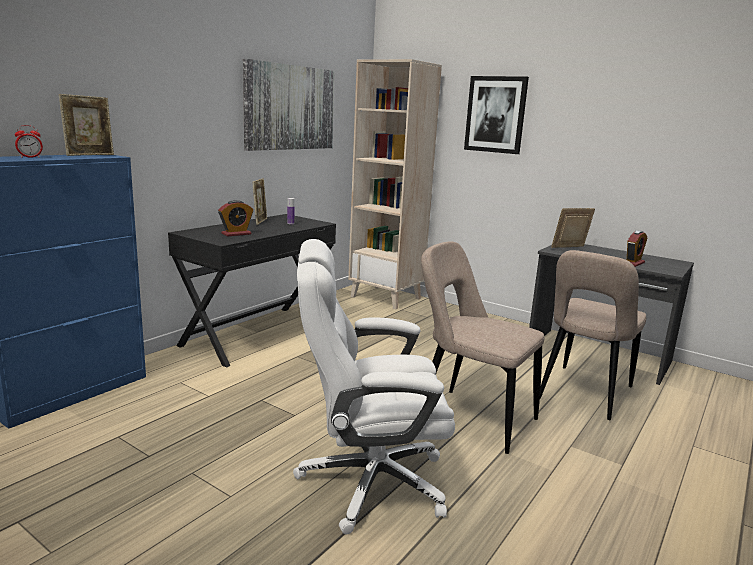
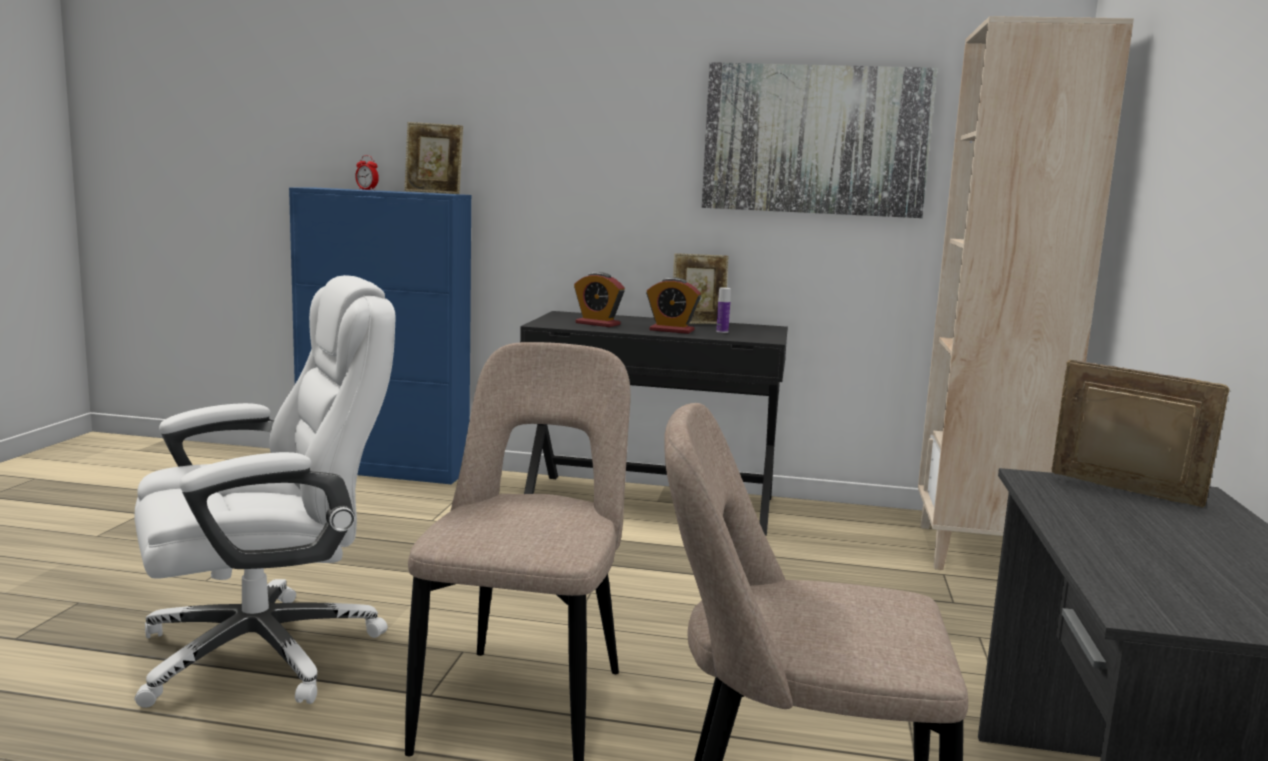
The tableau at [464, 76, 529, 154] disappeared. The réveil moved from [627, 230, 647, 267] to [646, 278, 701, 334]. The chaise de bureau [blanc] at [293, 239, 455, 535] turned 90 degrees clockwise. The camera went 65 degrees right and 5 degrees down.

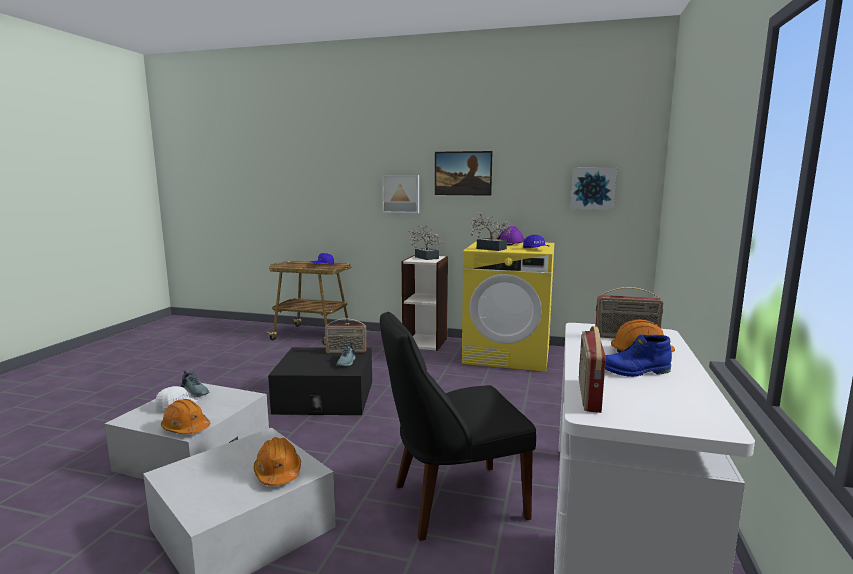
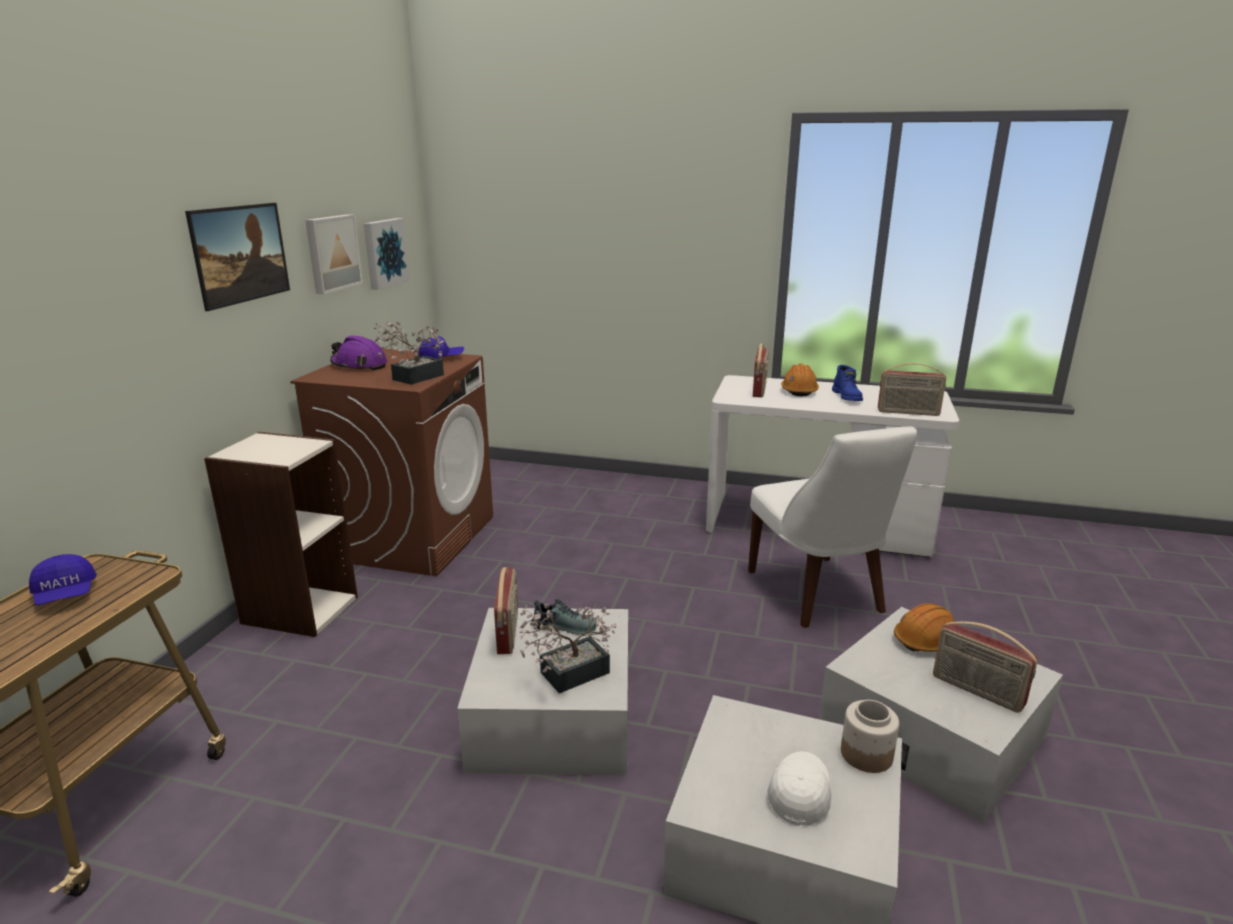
The tableau moved from [382, 175, 419, 213] to [305, 214, 363, 294]. The plante en pot moved from [408, 225, 444, 260] to [519, 603, 616, 693]. The lave-linge [jaune] at [462, 241, 554, 372] became the lave-linge [marron] at [290, 349, 493, 576]. The chaise [noir] at [380, 312, 536, 541] became the chaise [blanc] at [748, 426, 917, 628]. The boîte de rangement [noir] at [268, 347, 372, 415] became the boîte de rangement [blanc] at [457, 608, 628, 775]. The chaussure at [181, 371, 209, 397] disappeared. The casque de chantier [orange] at [161, 399, 210, 434] was replaced by the bocal at [841, 700, 899, 773]. The radio at [933, 621, 1038, 713] appeared. The camera went 90 degrees left and 10 degrees up.

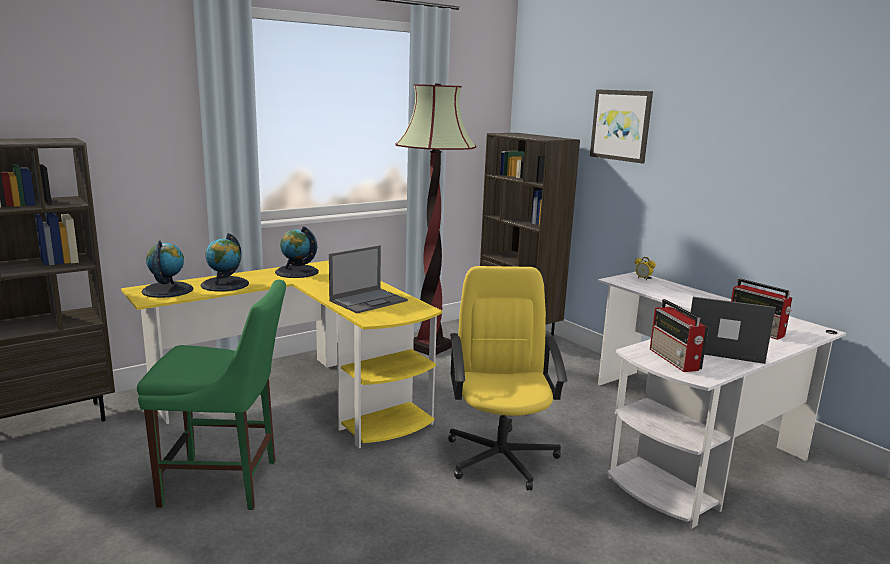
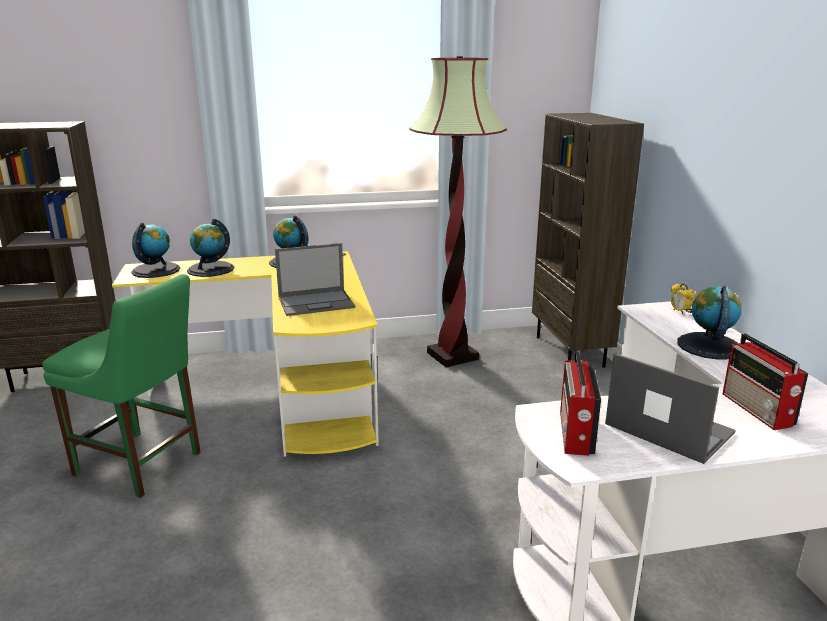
The tableau at [590, 89, 653, 164] disappeared. The chaise de bureau [jaune] at [448, 266, 567, 490] disappeared. The globe at [677, 286, 741, 360] appeared. The camera went 25 degrees right and 5 degrees up.

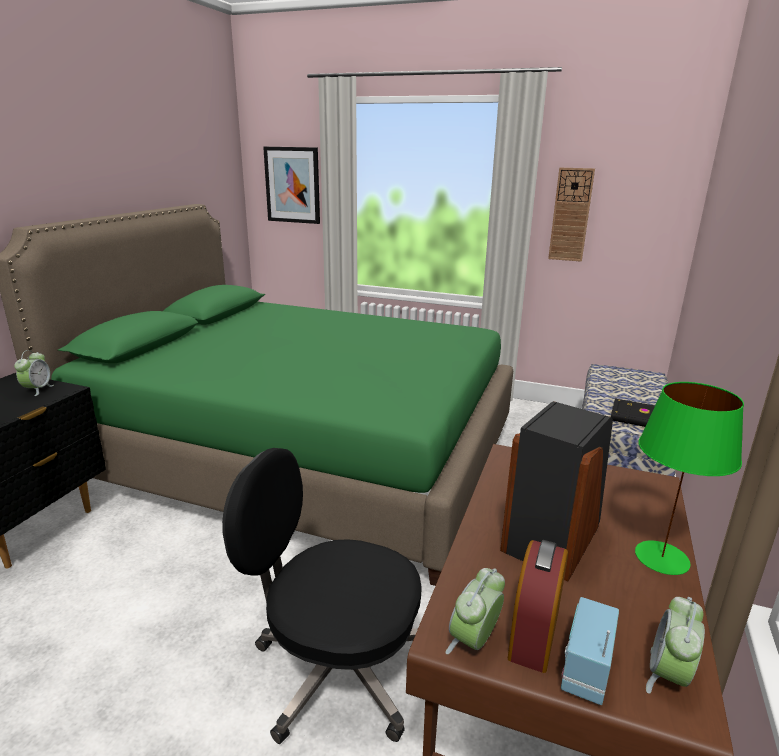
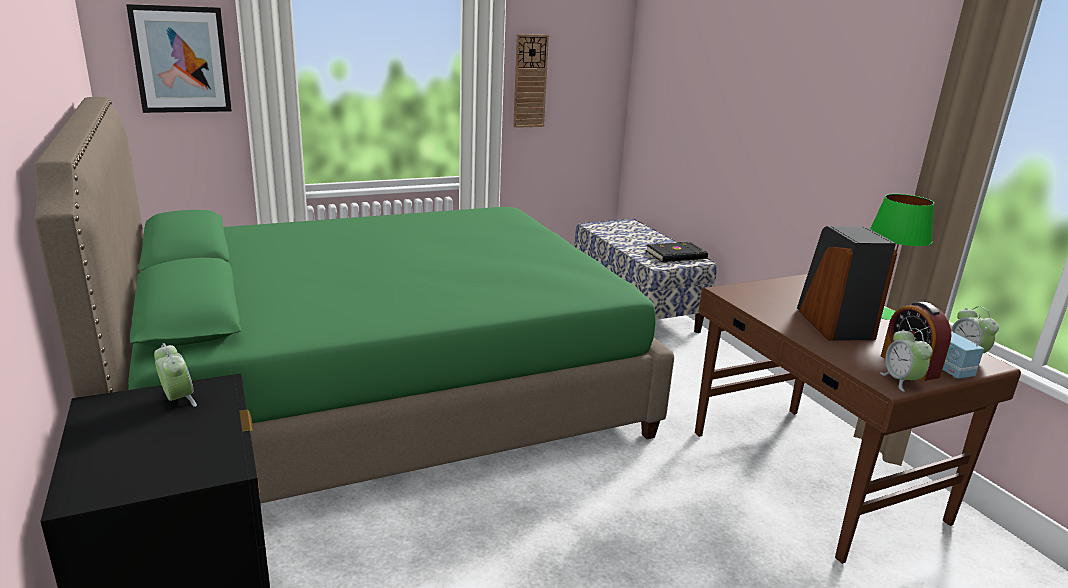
The chaise de bureau [noir] at [222, 448, 422, 744] disappeared. The camera went 45 degrees left and 0 degrees up.

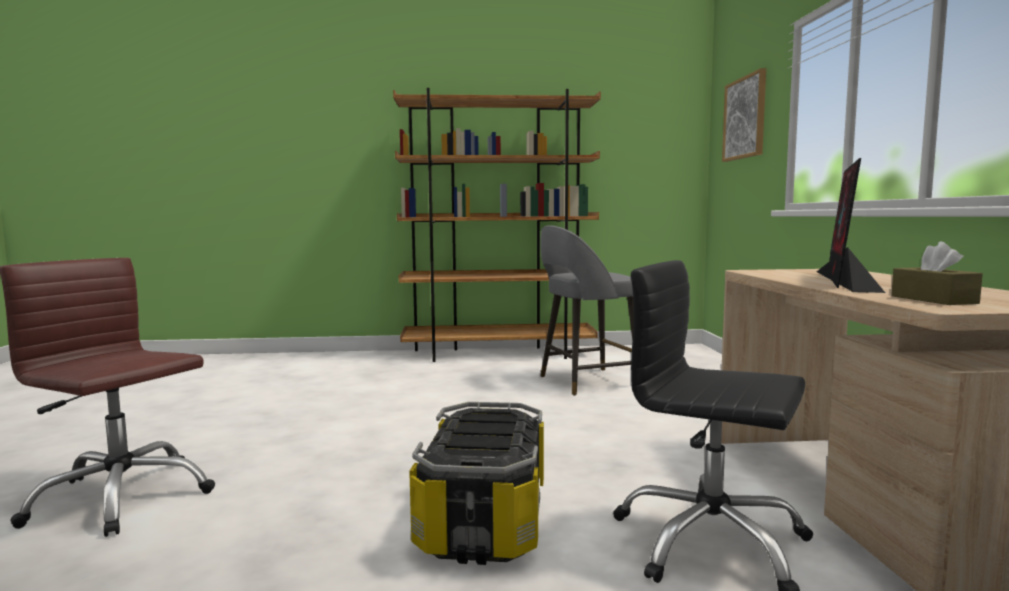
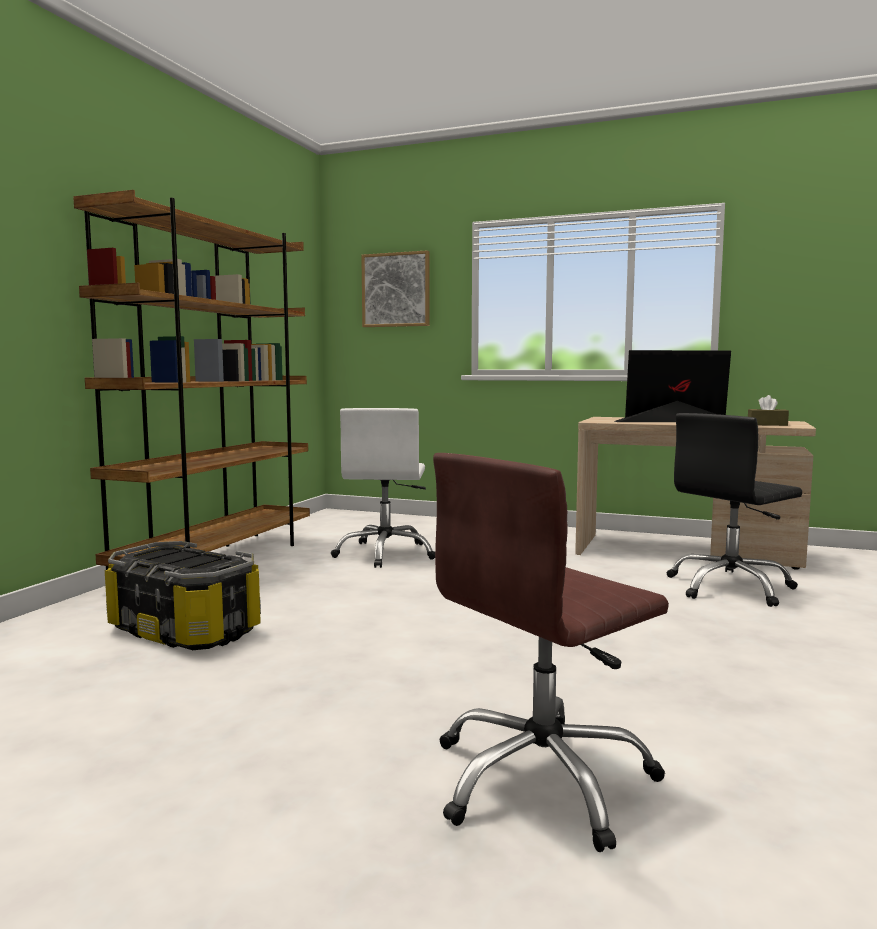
The écran d'ordinateur at [817, 158, 885, 293] turned 135 degrees clockwise. The tabouret [gris] at [540, 225, 634, 396] was replaced by the chaise de bureau [blanc] at [331, 408, 435, 568]. The boîte de rangement moved from [409, 402, 544, 565] to [105, 541, 261, 650]. The camera went 65 degrees left and 0 degrees up.

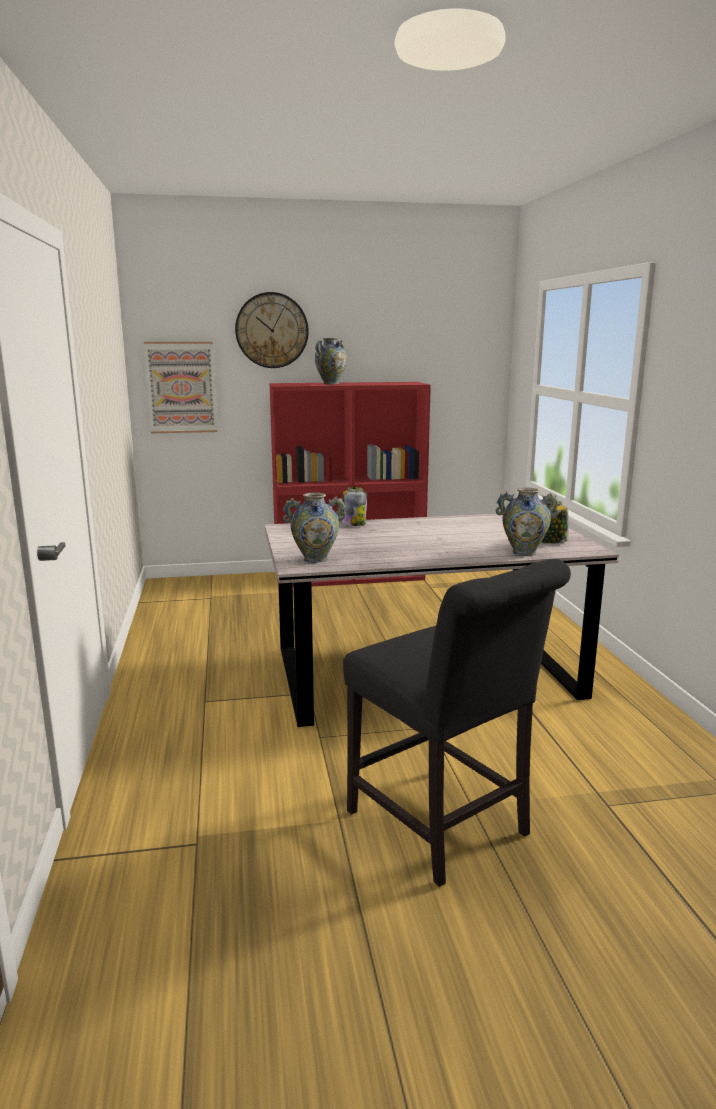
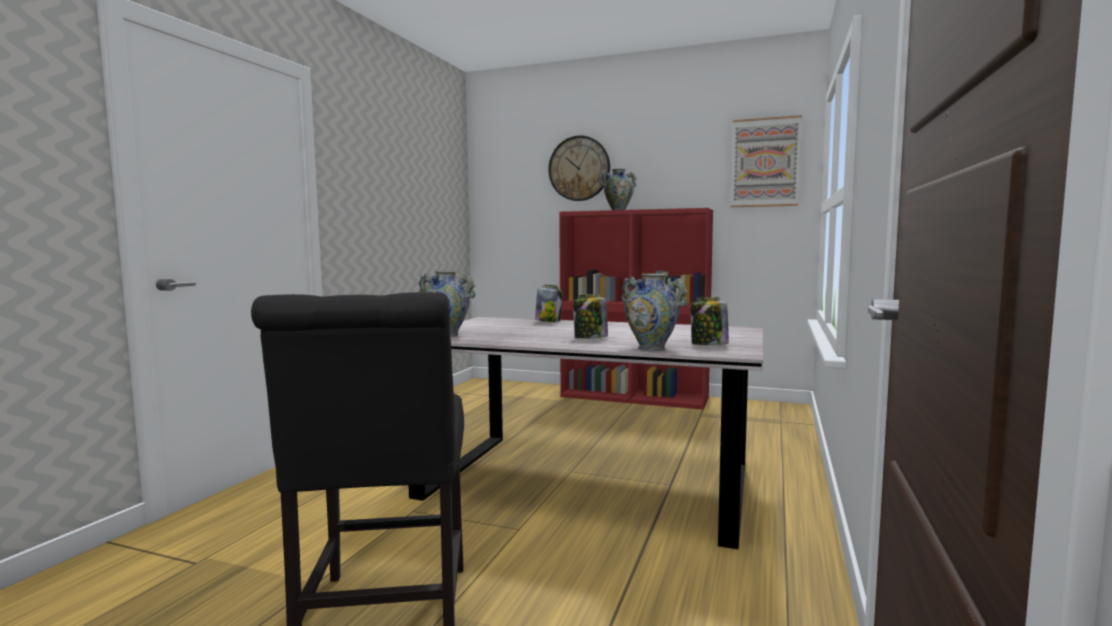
The tableau moved from [144, 342, 218, 433] to [730, 115, 802, 207]. The bocal at [573, 294, 608, 339] appeared. The camera went 30 degrees right and 10 degrees down.

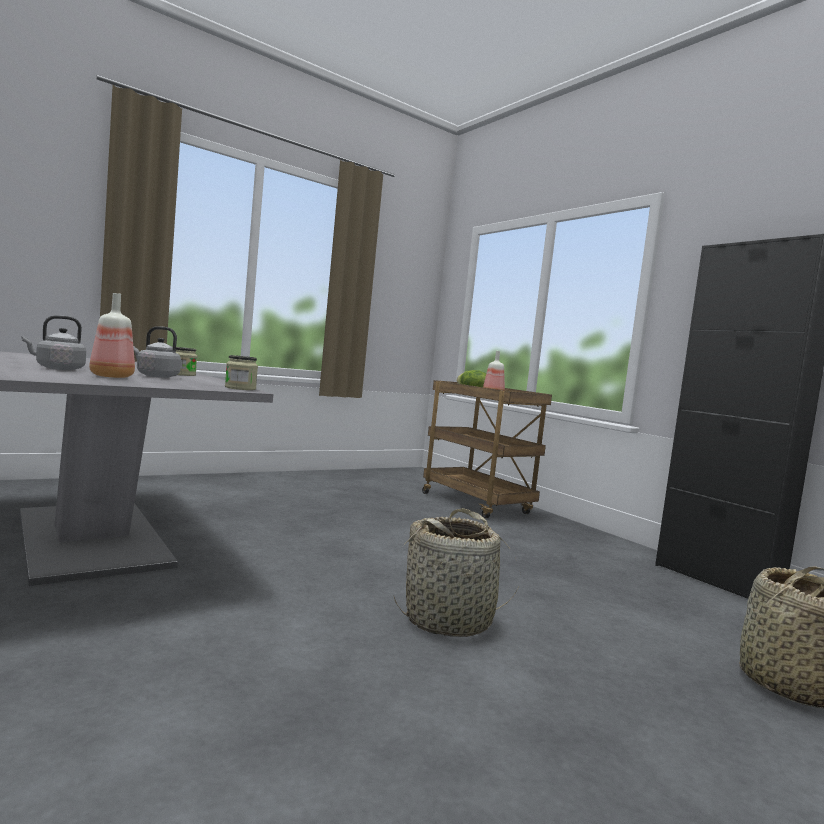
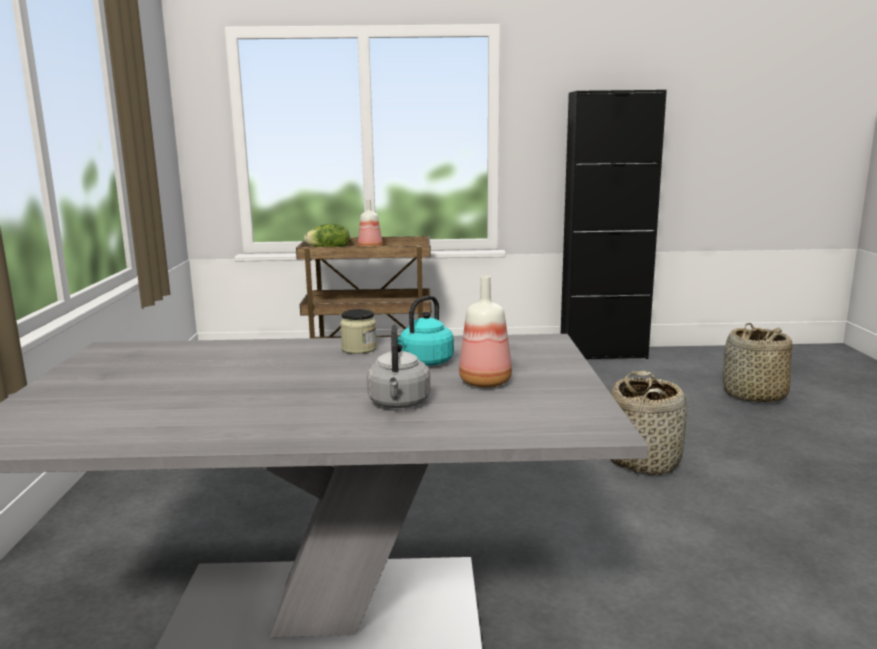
The bouilloire [gris] at [133, 326, 181, 378] became the bouilloire [turquoise] at [398, 296, 454, 366]. The bocal at [225, 355, 258, 390] disappeared. The camera went 55 degrees left and 10 degrees up.

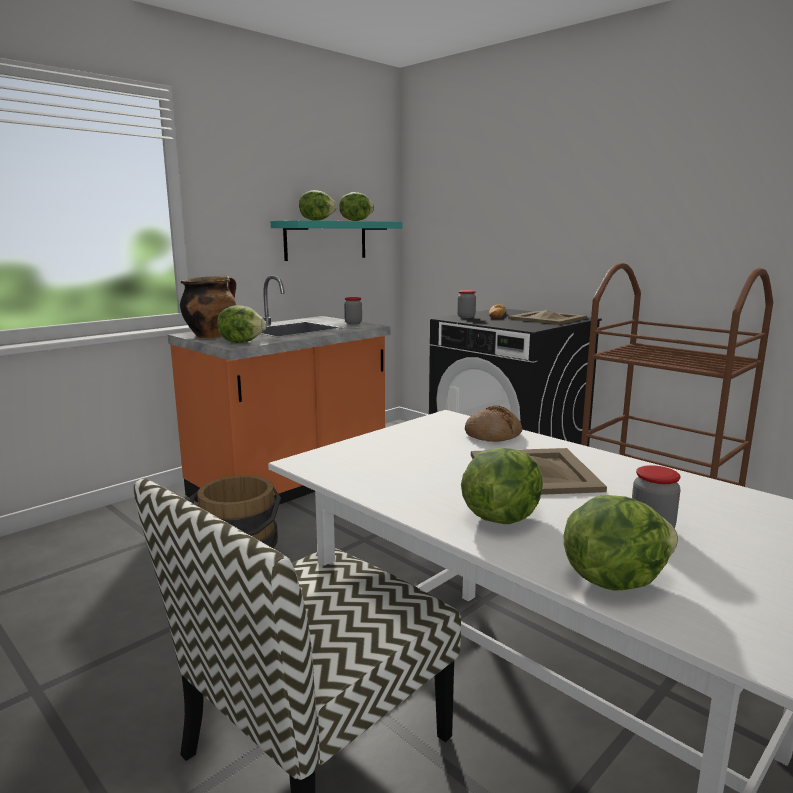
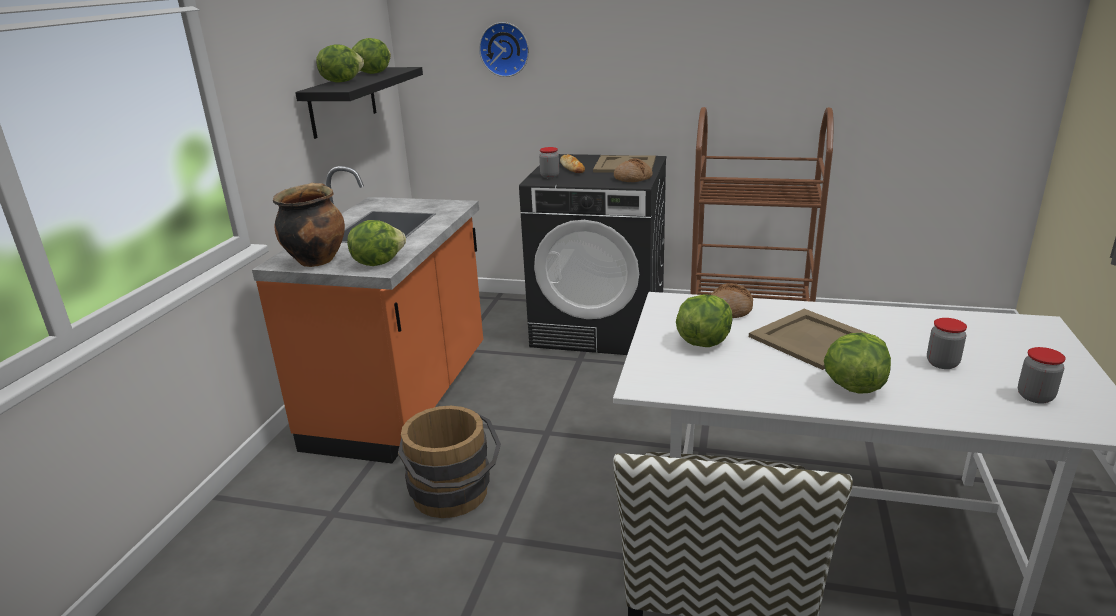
The étagère [turquoise] at [271, 220, 402, 261] became the étagère [noir] at [295, 67, 423, 139]. The bocal moved from [344, 297, 362, 324] to [1018, 347, 1066, 404]. The laitue moved from [564, 495, 678, 591] to [676, 294, 733, 347]. The horloge murale at [479, 22, 529, 77] appeared. The pain at [614, 158, 653, 182] appeared. The camera went 30 degrees left and 10 degrees up.

